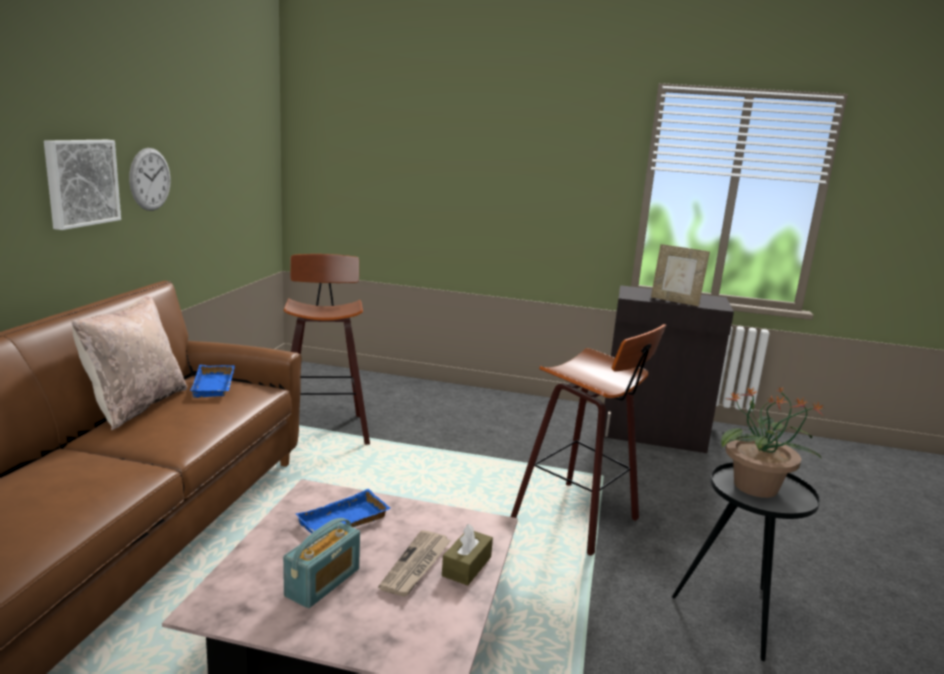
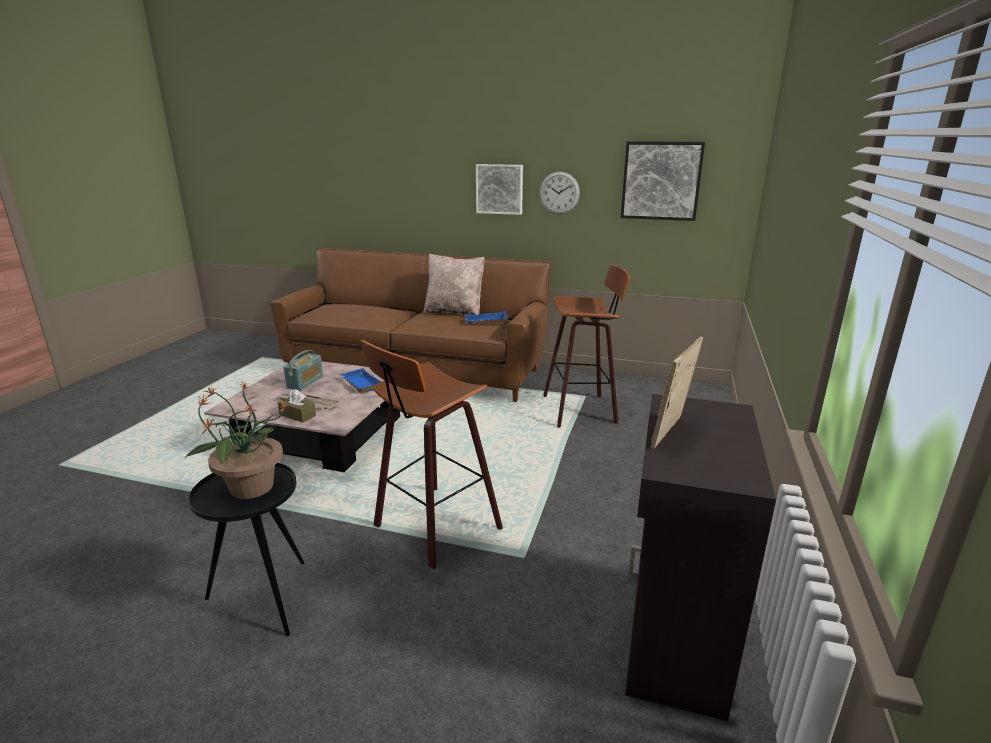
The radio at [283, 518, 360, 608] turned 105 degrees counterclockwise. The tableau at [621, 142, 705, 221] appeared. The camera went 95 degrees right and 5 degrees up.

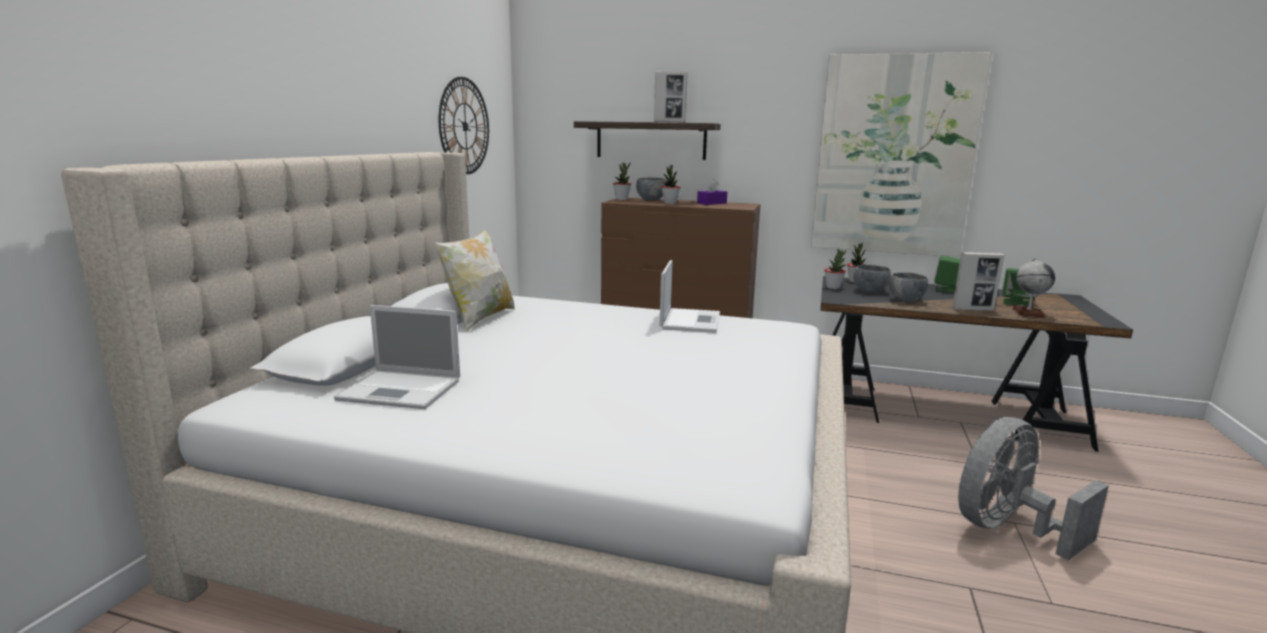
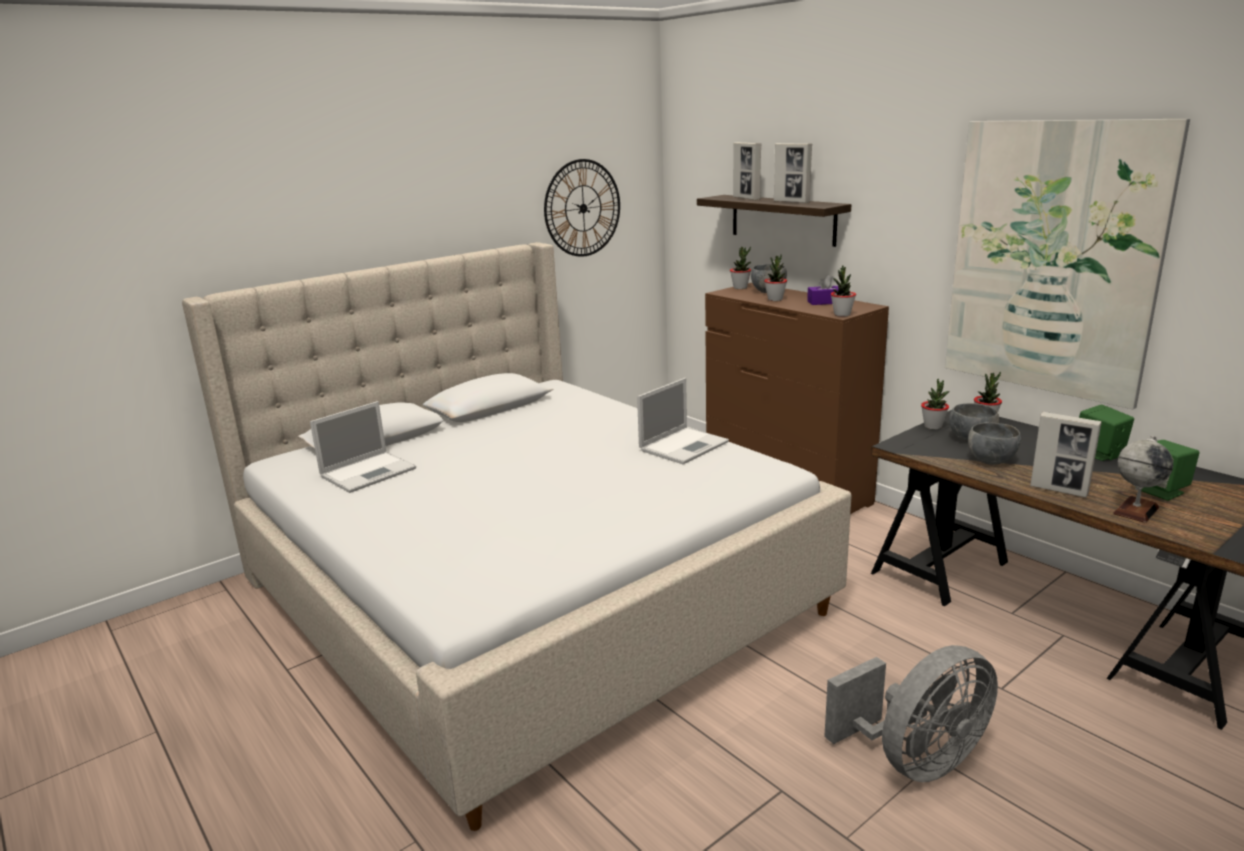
The coussin at [435, 229, 515, 332] disappeared. The ordinateur portable at [334, 305, 460, 409] turned 90 degrees counterclockwise. The ventilateur [gris] at [958, 417, 1109, 560] turned 150 degrees clockwise. The cadre photo at [733, 142, 761, 200] appeared. The plante en pot at [831, 265, 856, 317] appeared. The camera went 35 degrees right and 5 degrees up.

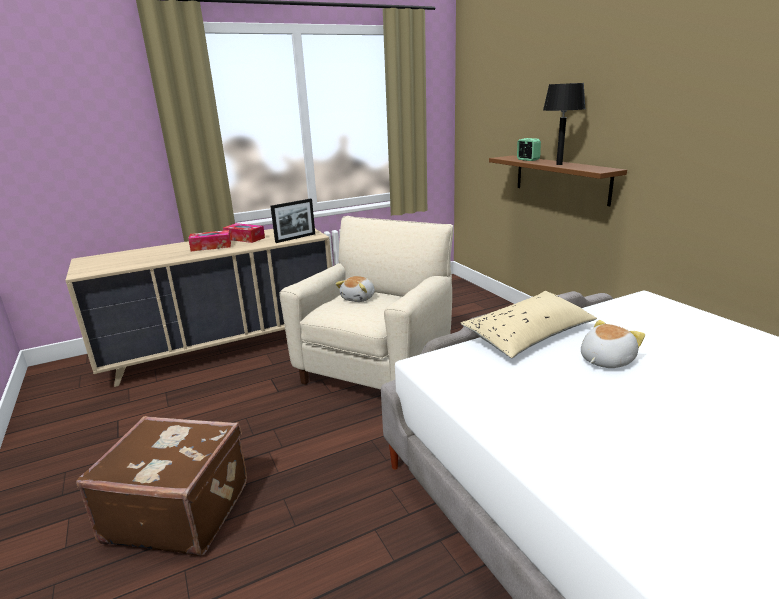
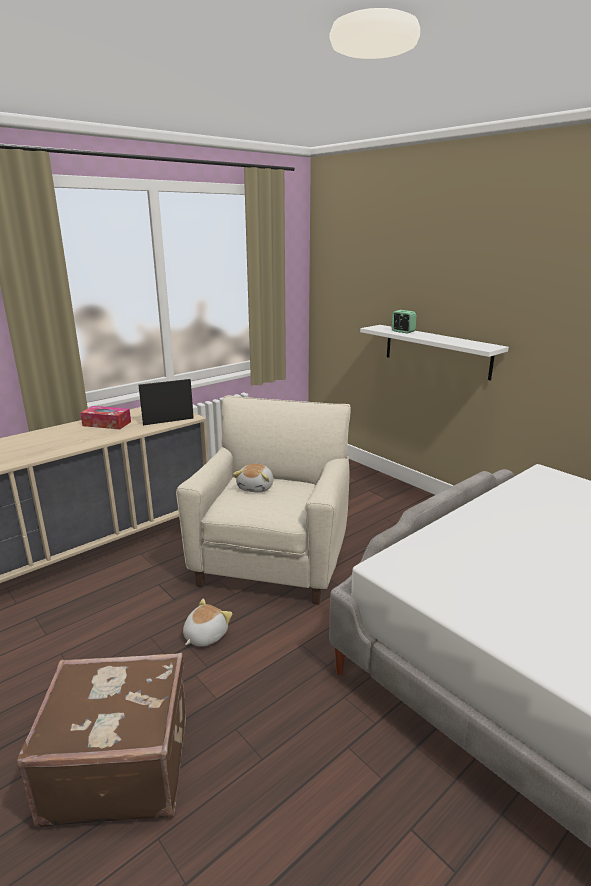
The lampe de table [noir] at [543, 83, 586, 165] disappeared. The étagère [marron] at [489, 156, 627, 206] became the étagère [blanc] at [360, 325, 509, 381]. The cadre photo at [270, 199, 315, 243] turned 150 degrees counterclockwise. The boîte à mouchoirs at [188, 230, 231, 251] disappeared. The coussin [beige] at [460, 291, 597, 358] disappeared. The peluche moved from [581, 320, 645, 368] to [183, 599, 232, 647]. The camera went 15 degrees left and 0 degrees up.

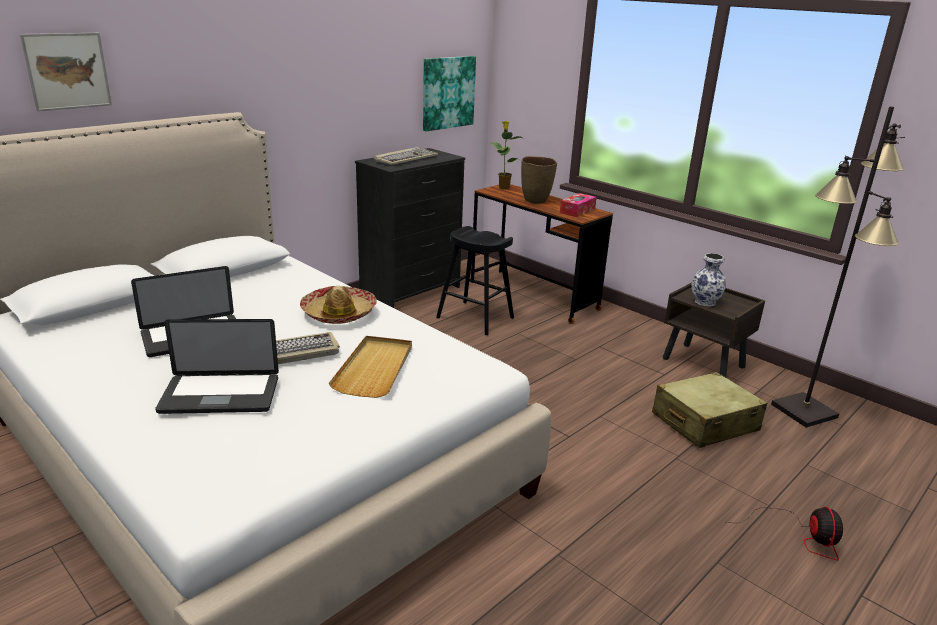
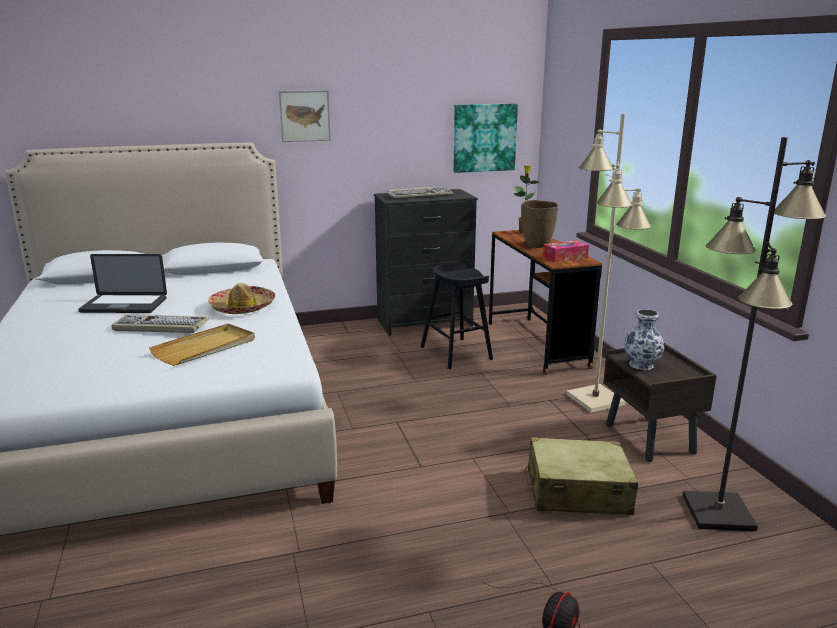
The tableau moved from [20, 33, 112, 112] to [279, 90, 331, 142]. The ordinateur portable at [155, 319, 279, 414] disappeared. The lampadaire [beige] at [566, 114, 652, 413] appeared. The camera went 30 degrees right and 5 degrees down.

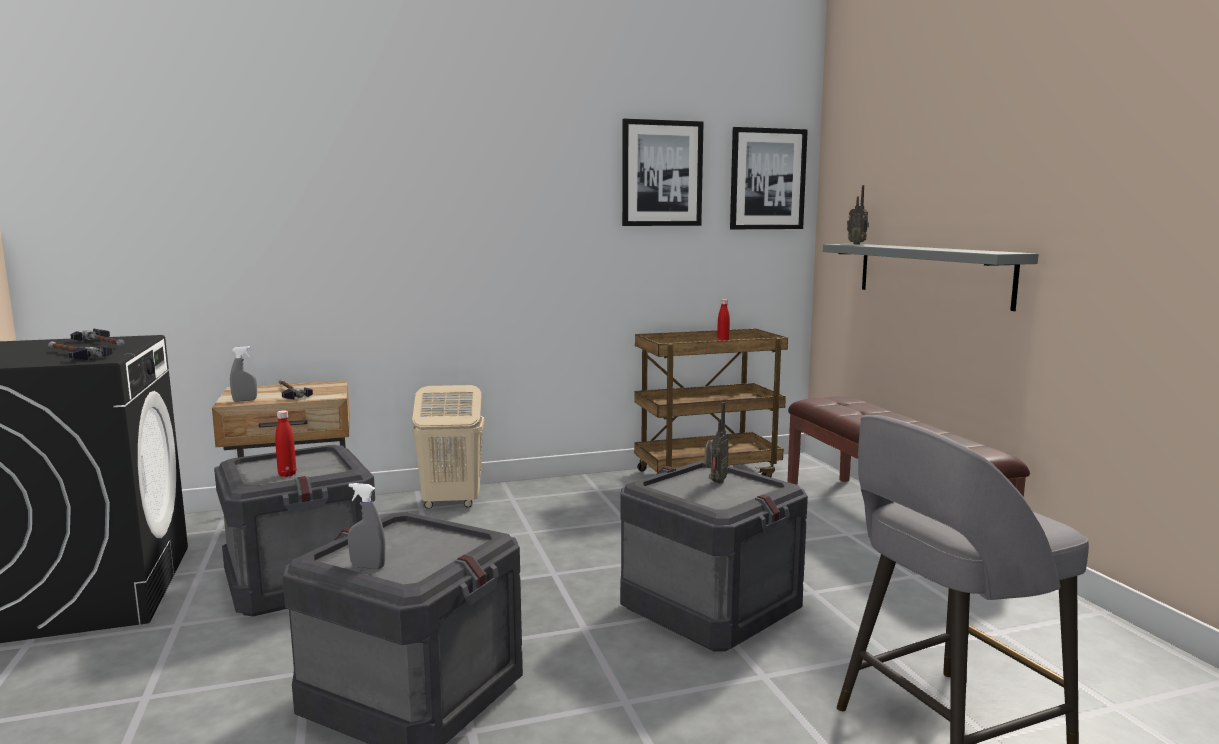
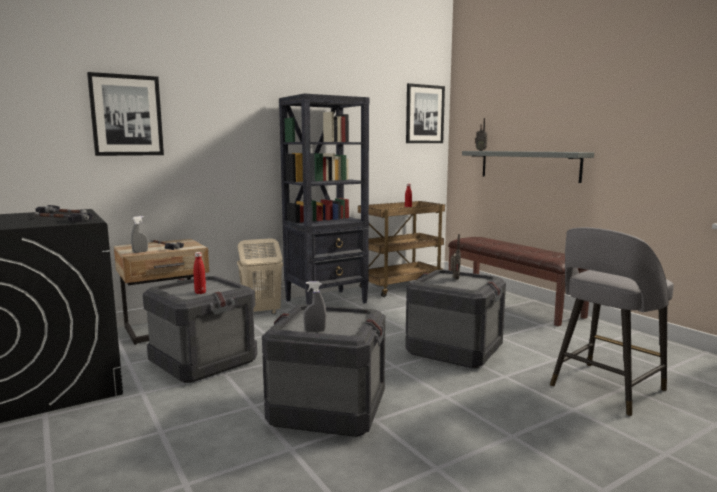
The tableau moved from [622, 119, 704, 226] to [87, 72, 164, 156]. The bibliothèque [noir] at [279, 93, 369, 305] appeared. The camera went 15 degrees left and 0 degrees up.

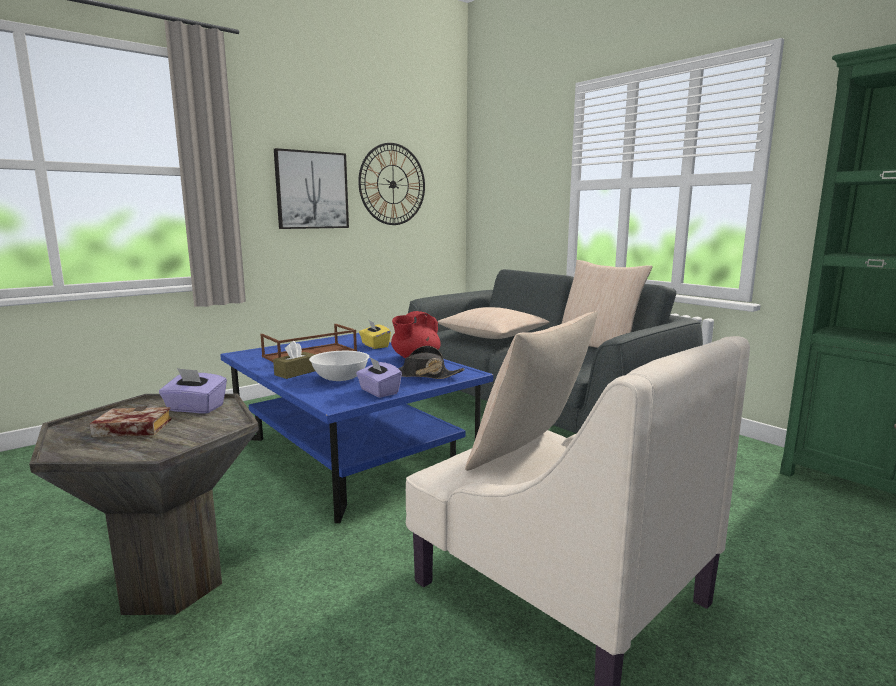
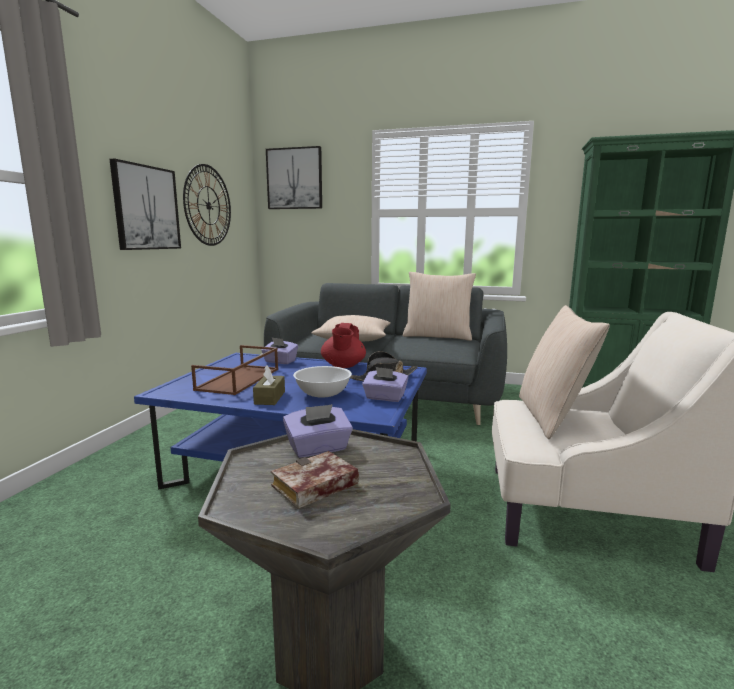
The boîte à mouchoirs [jaune] at [359, 321, 391, 349] became the boîte à mouchoirs [violet] at [261, 337, 298, 364]. The tableau at [266, 146, 322, 209] appeared. The camera went 35 degrees left and 0 degrees up.

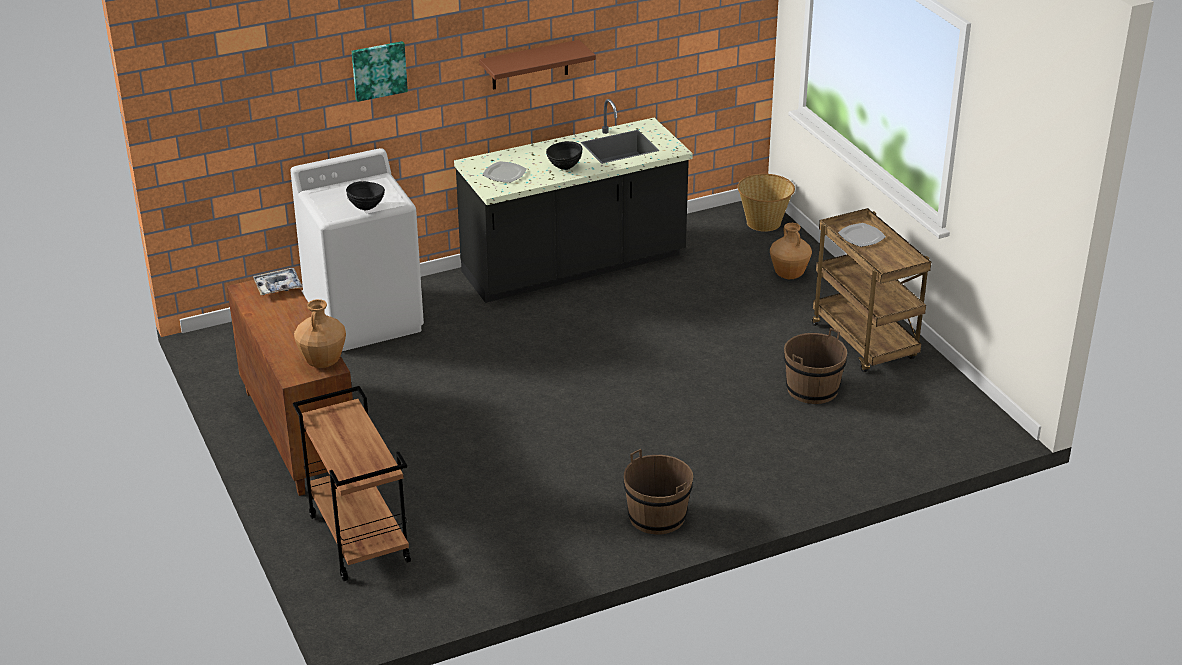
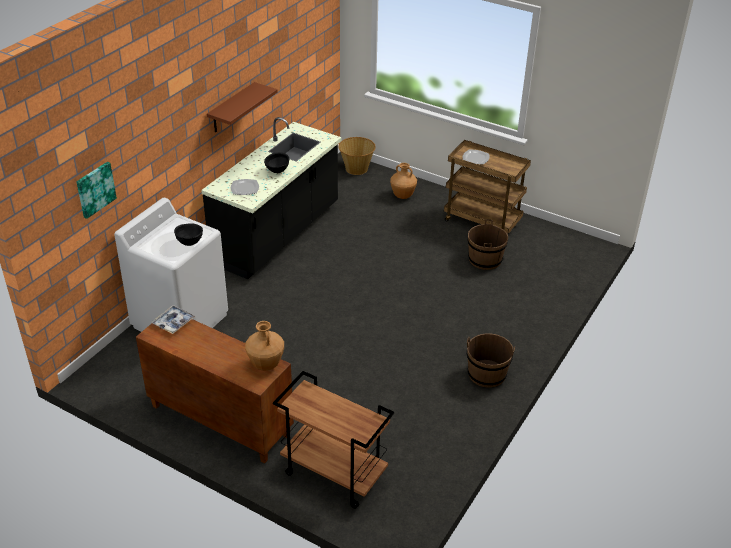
The tableau moved from [352, 41, 408, 102] to [76, 162, 117, 219]. The camera went 35 degrees left and 5 degrees up.

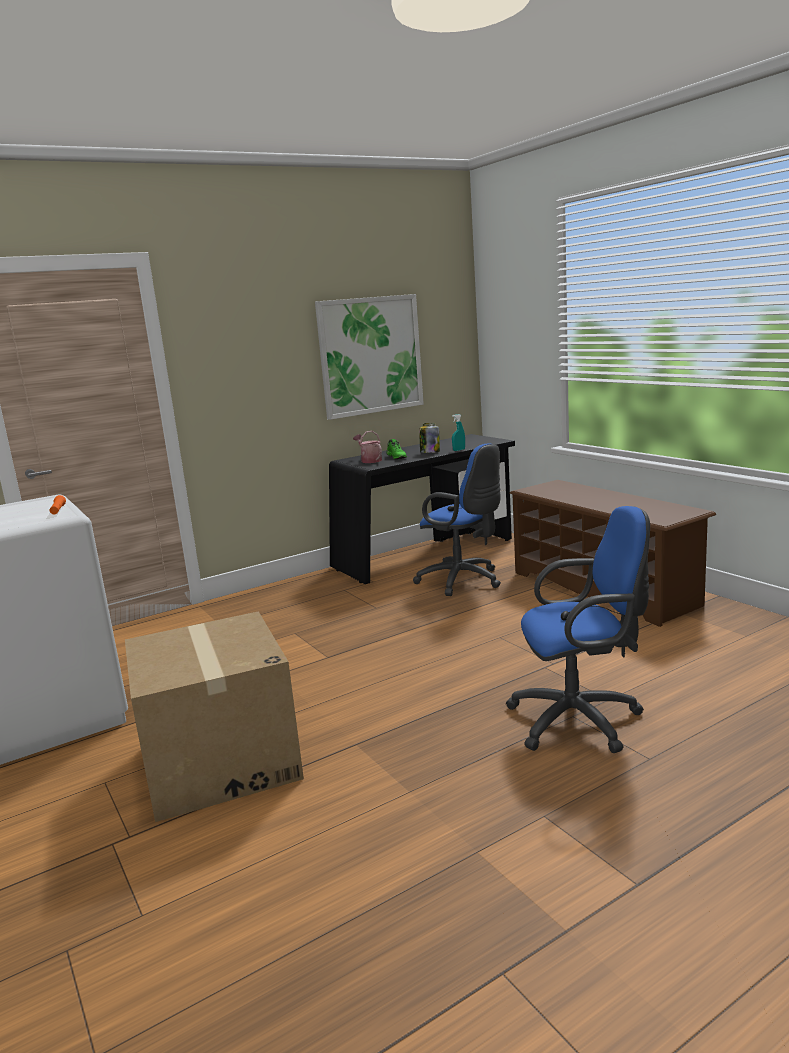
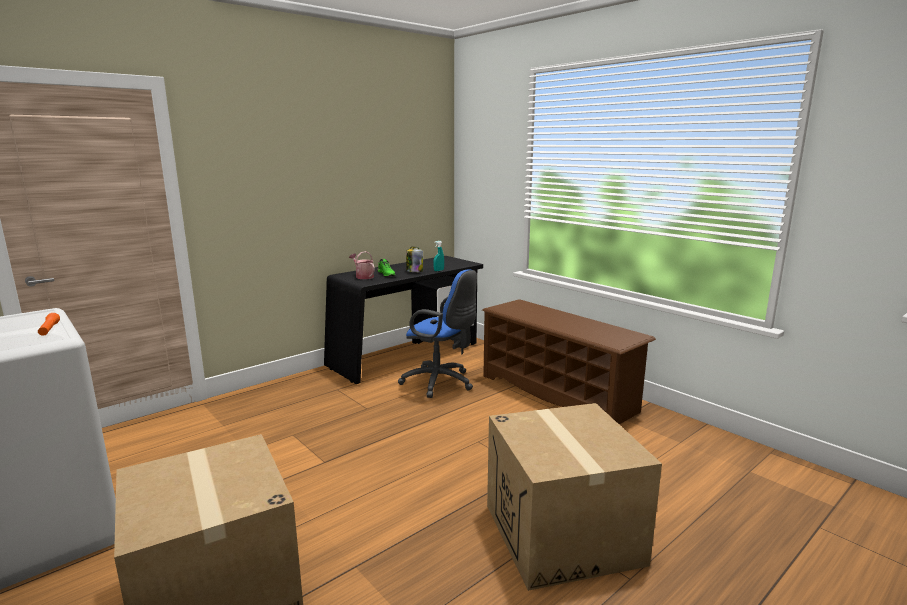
The tableau at [315, 294, 424, 420] disappeared. The chaise de bureau [bleu] at [506, 506, 650, 753] was replaced by the carton at [487, 403, 662, 591]. The camera went 10 degrees left and 0 degrees up.

